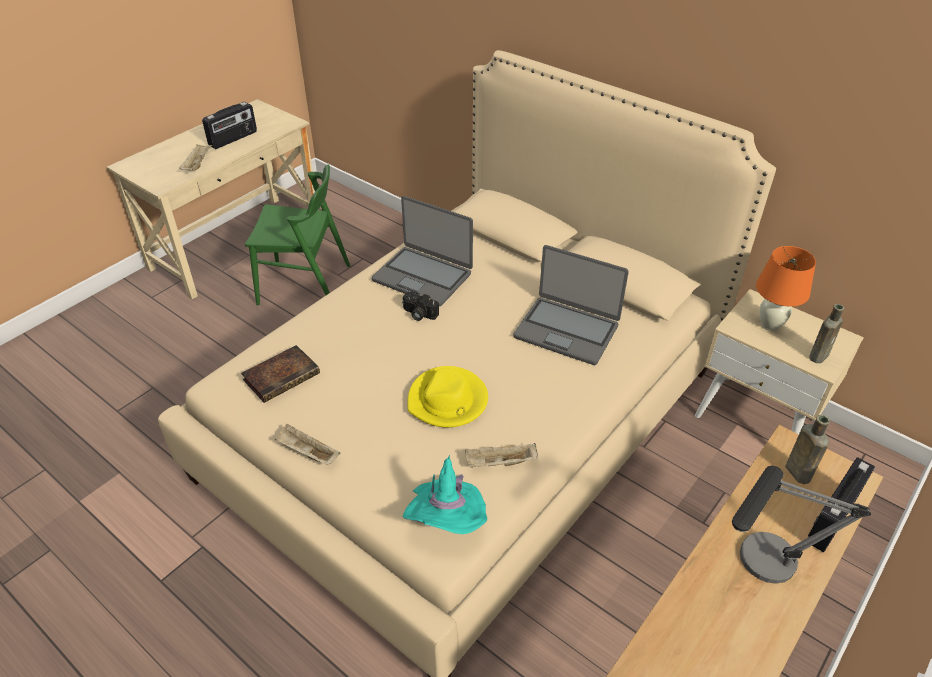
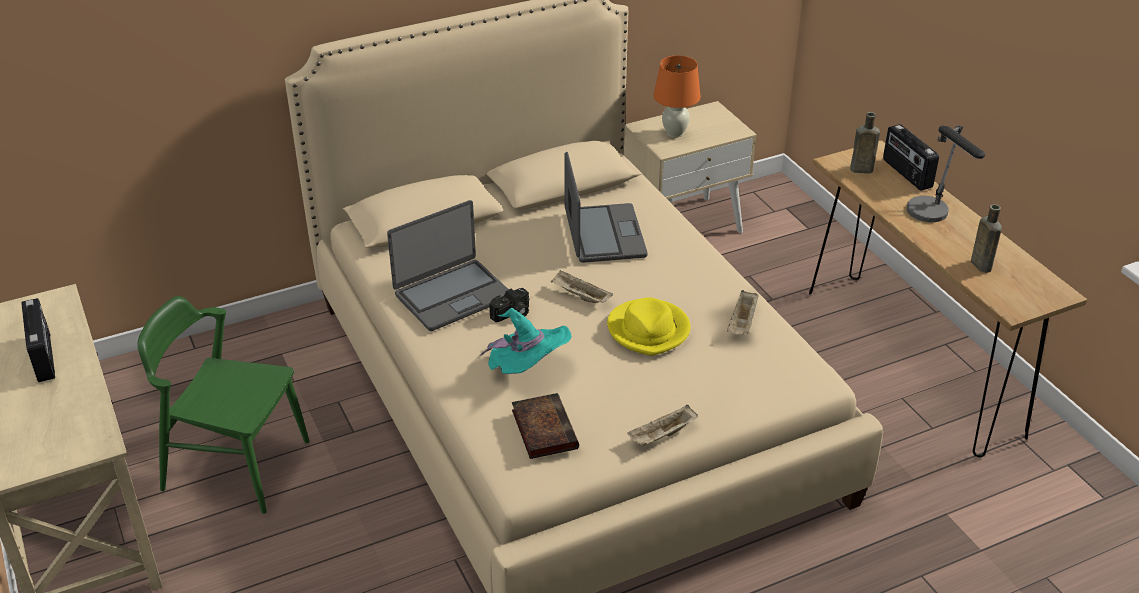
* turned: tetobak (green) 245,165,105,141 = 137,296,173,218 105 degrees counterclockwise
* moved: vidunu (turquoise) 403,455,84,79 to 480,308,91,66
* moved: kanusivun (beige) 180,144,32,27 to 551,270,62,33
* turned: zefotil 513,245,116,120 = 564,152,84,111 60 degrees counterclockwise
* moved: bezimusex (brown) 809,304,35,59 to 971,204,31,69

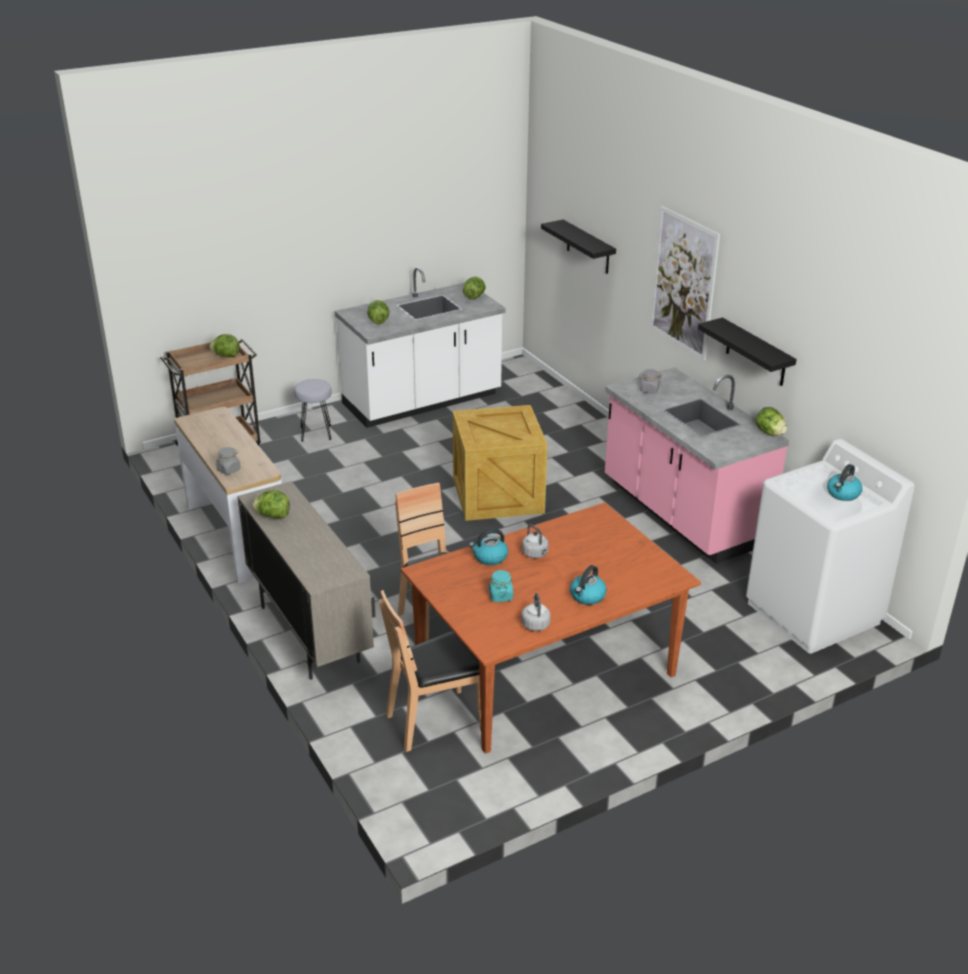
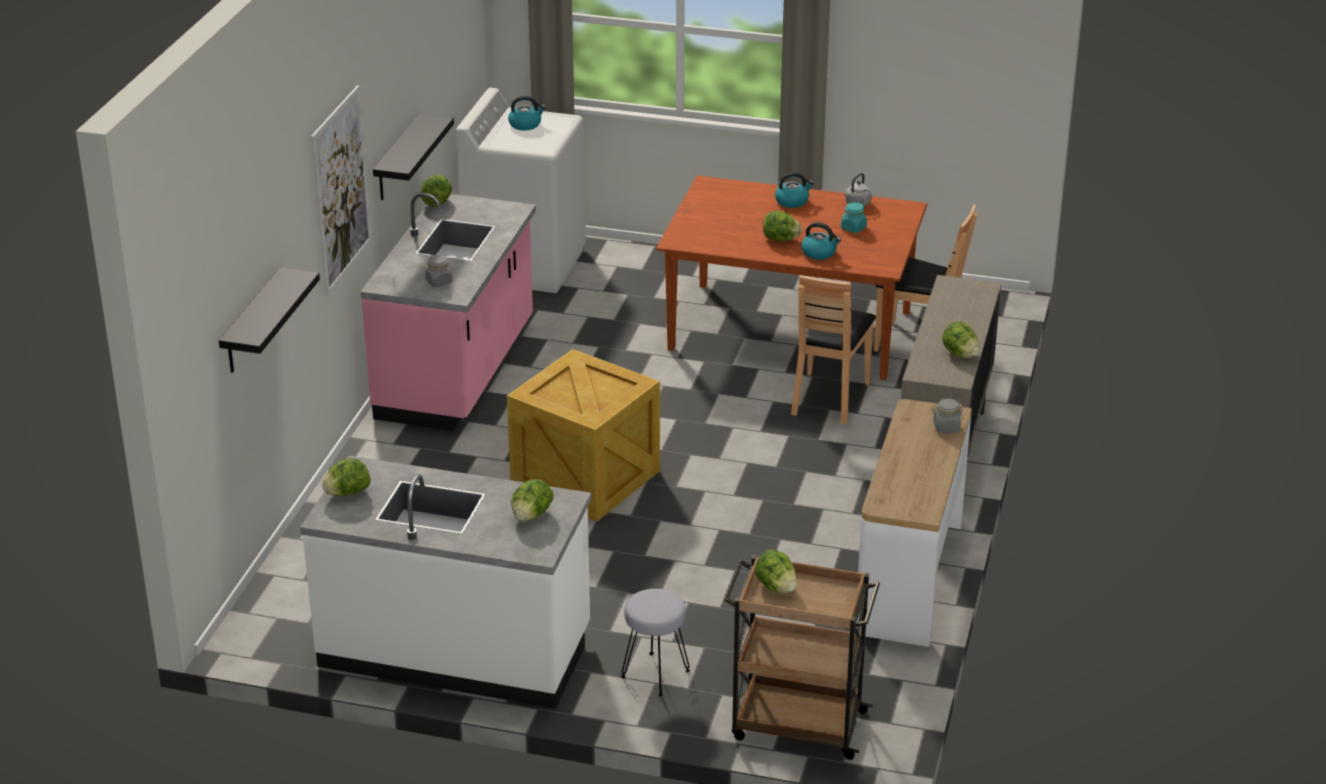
* replaced: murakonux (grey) 522,524,27,34 to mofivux 763,211,39,30

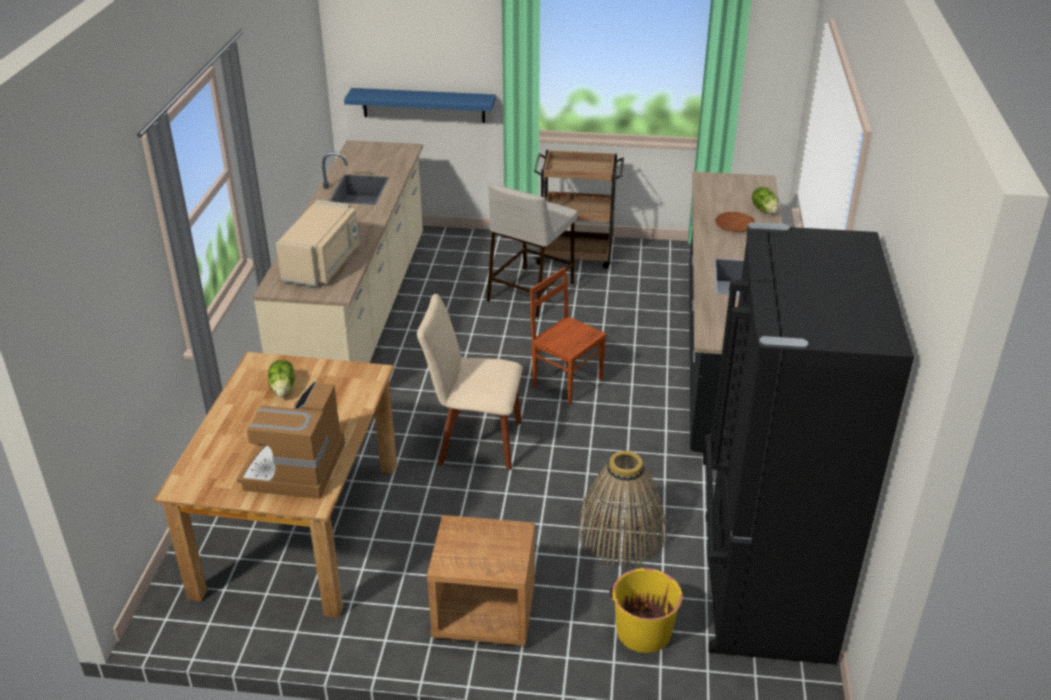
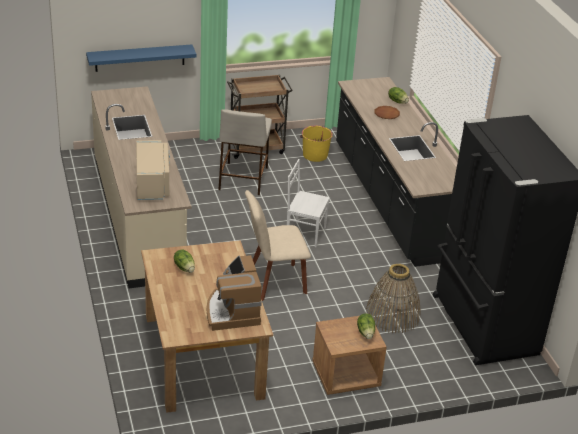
* recoloured: tetobak (brown) 530,267,77,137 to tetobak (white) 287,159,43,88
* moved: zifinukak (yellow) 609,568,75,85 to 300,126,33,36
* added: mofivux 357,314,18,25

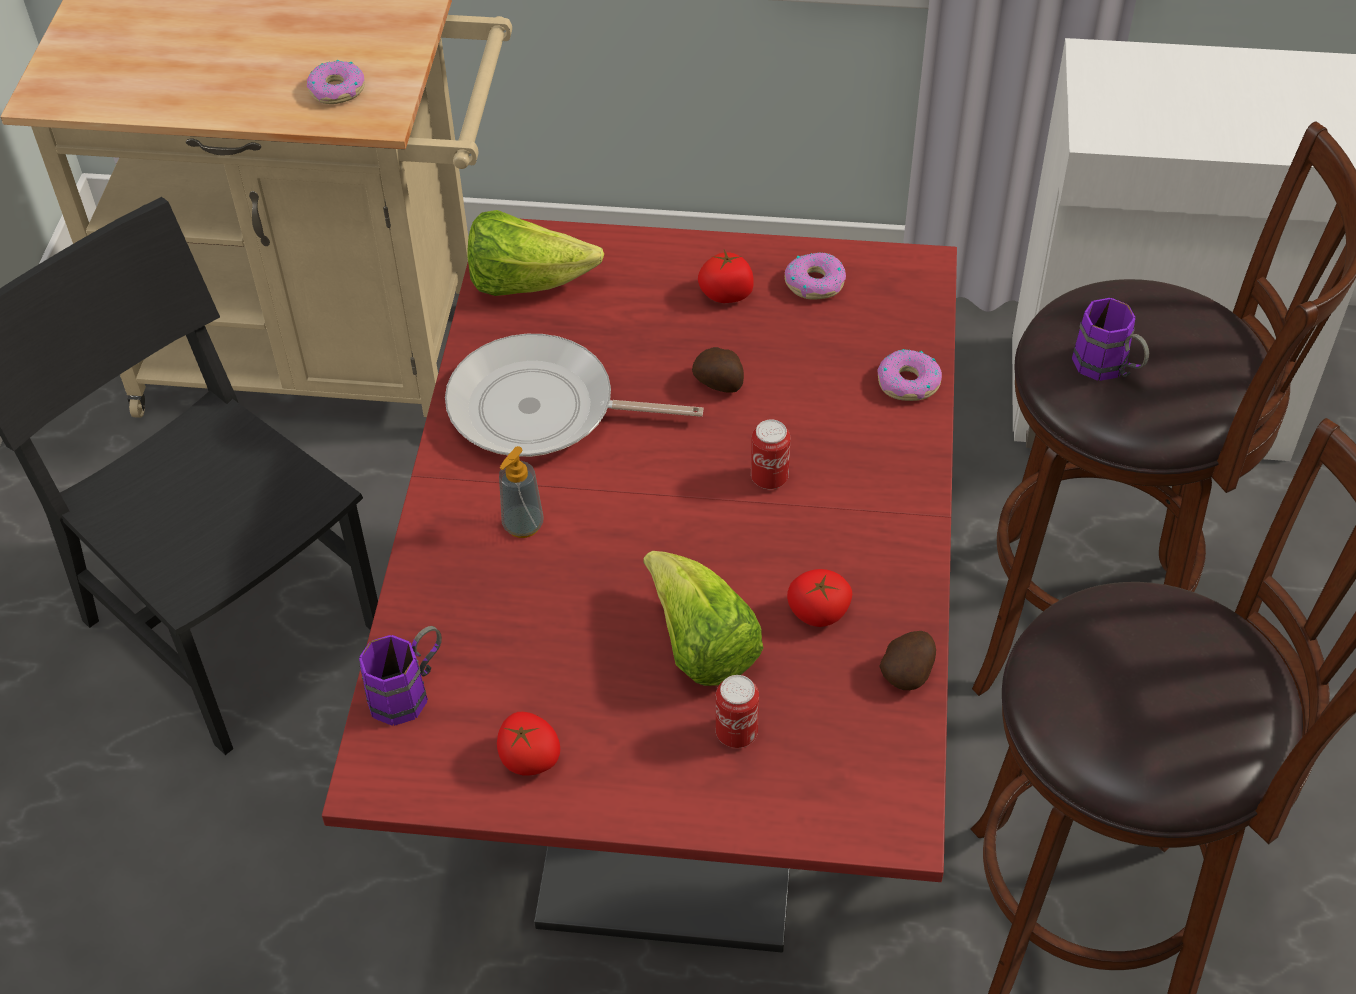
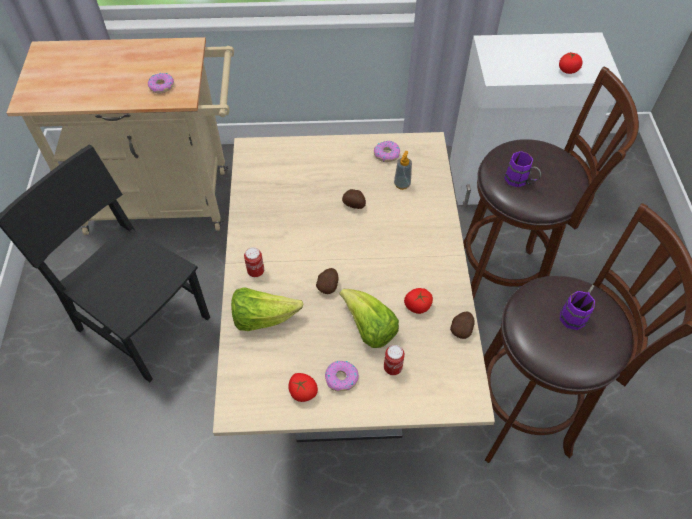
* recoloured: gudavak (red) 322,219,635,733 to gudavak (beige) 213,132,282,310
* moved: mofivux 468,210,136,86 to 231,287,72,44
* moved: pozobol 751,419,39,70 to 244,247,20,30
* added: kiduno 316,268,22,26
* moved: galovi 877,349,65,52 to 325,361,34,30
* moved: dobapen 499,446,44,92 to 394,151,18,39
* moved: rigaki 698,250,56,53 to 559,51,23,23
* moved: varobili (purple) 359,626,83,100 to 560,285,35,45
* removed: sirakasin 445,334,258,123

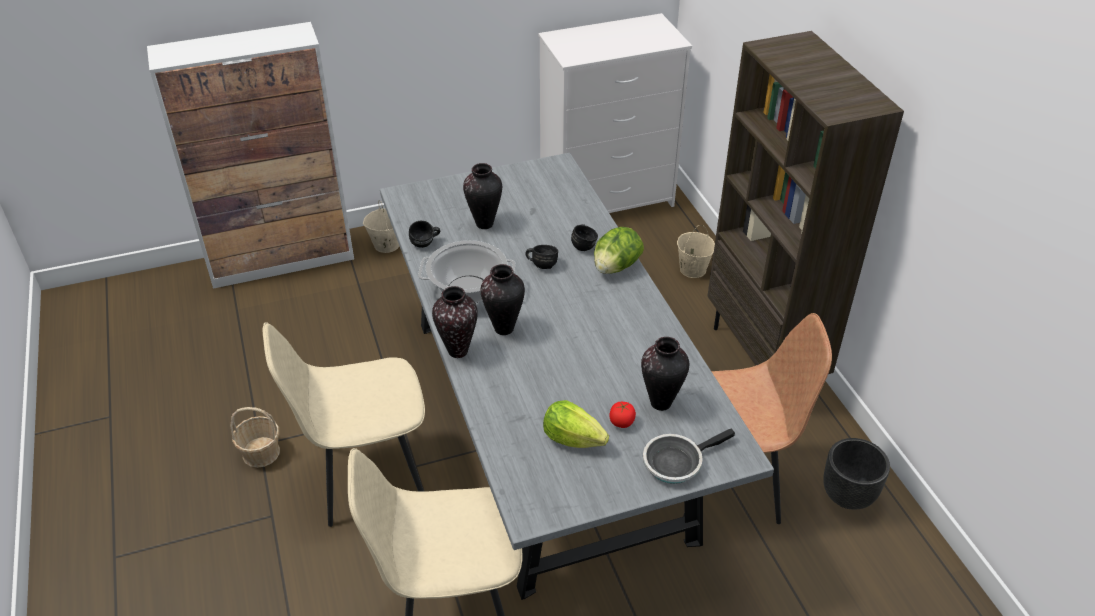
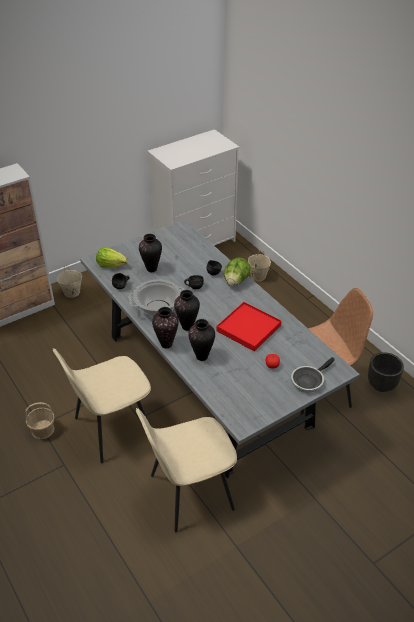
* moved: mofivux 543,400,66,48 to 96,247,32,21
* moved: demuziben 641,337,48,74 to 188,319,27,42
* added: kanusivun (red) 216,302,65,50
* removed: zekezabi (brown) 708,31,196,343

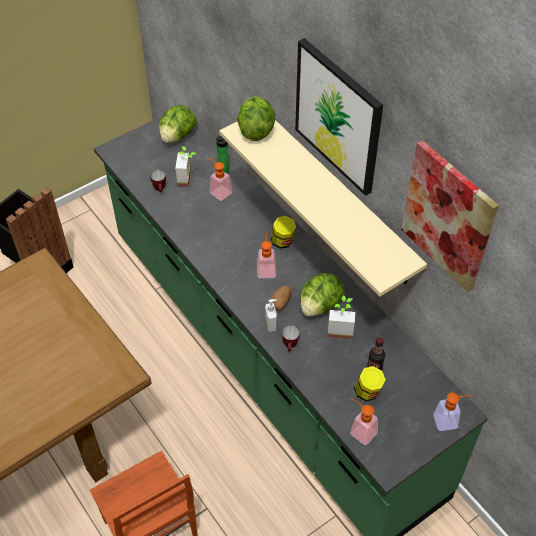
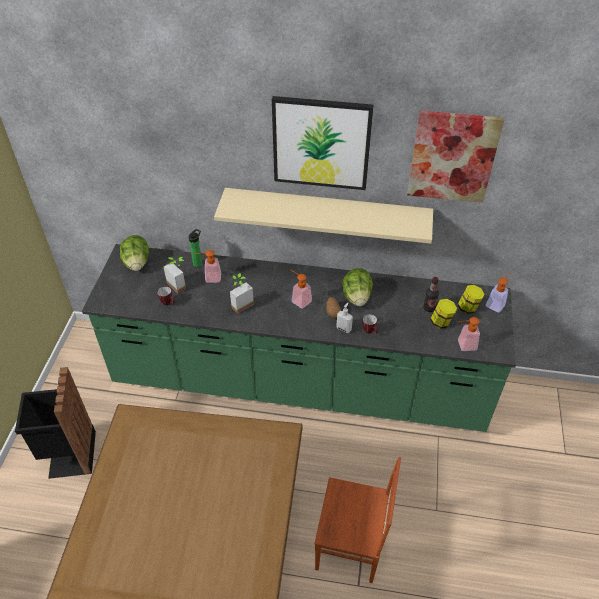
* moved: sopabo 327,296,28,43 to 230,273,24,41
* moved: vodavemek 270,216,26,33 to 457,285,27,29
* removed: mofivux 237,97,38,44

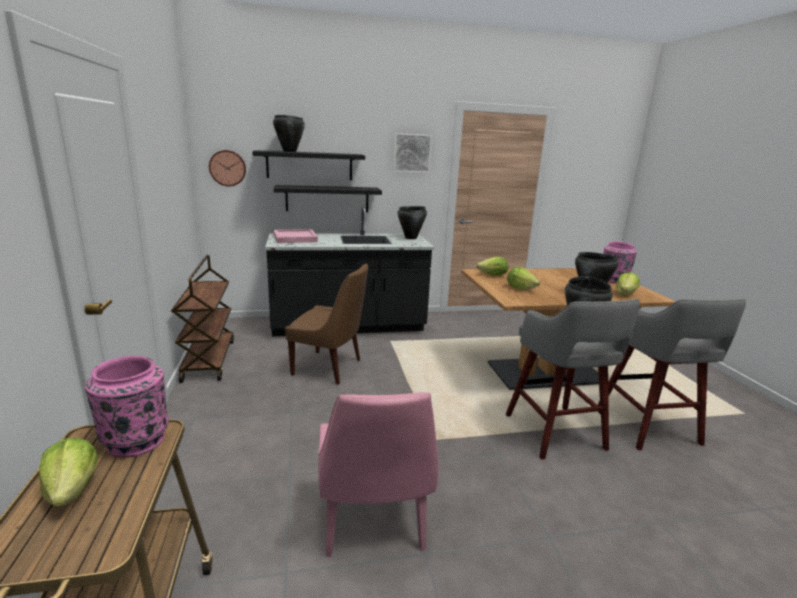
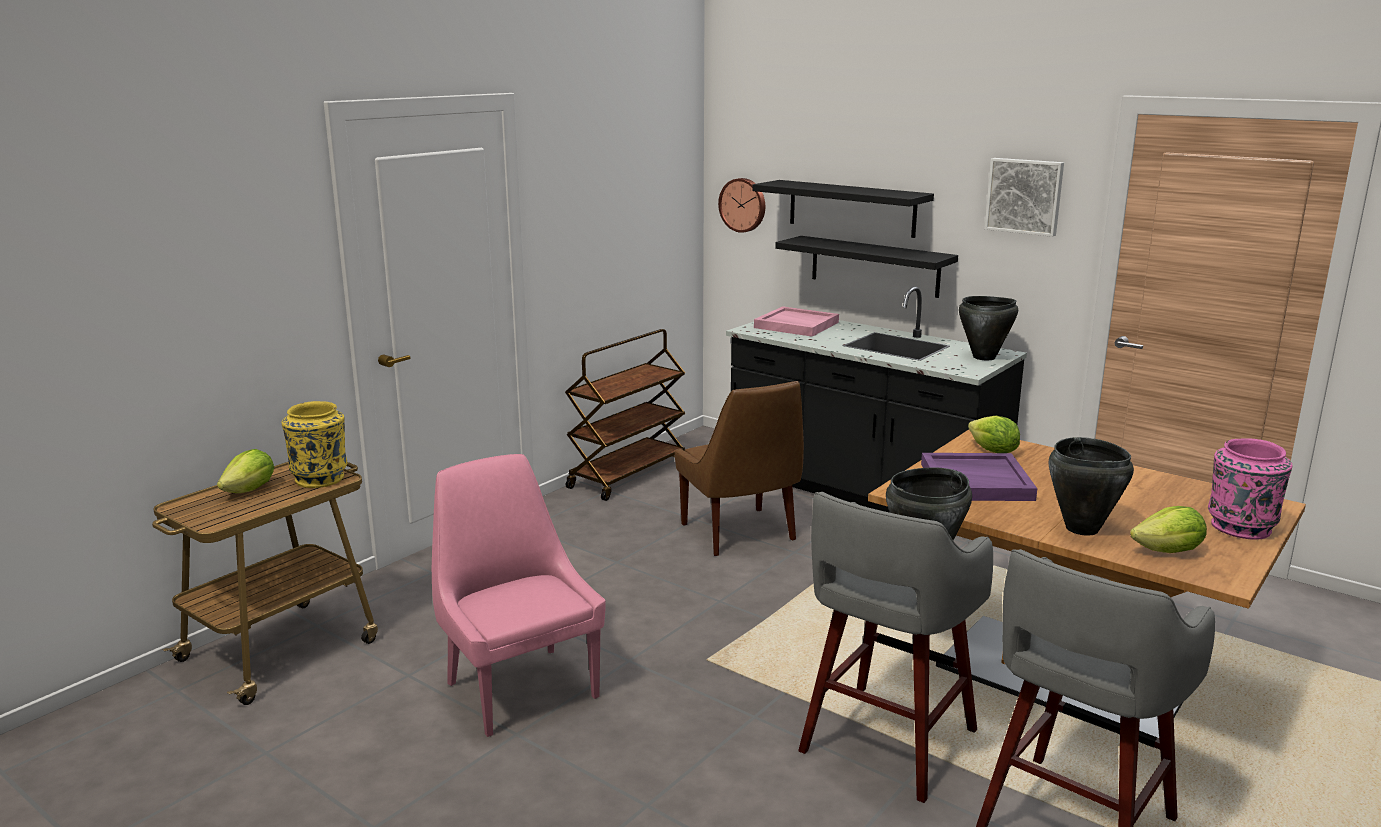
* recoloured: demuziben (pink) 85,356,84,102 to demuziben (yellow) 282,401,66,87
* turned: tetobak (pink) 318,392,121,165 = 432,454,174,283 105 degrees clockwise
* replaced: mofivux 507,267,33,23 to kanusivun (purple) 921,453,116,48
* removed: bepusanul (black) 273,115,32,37

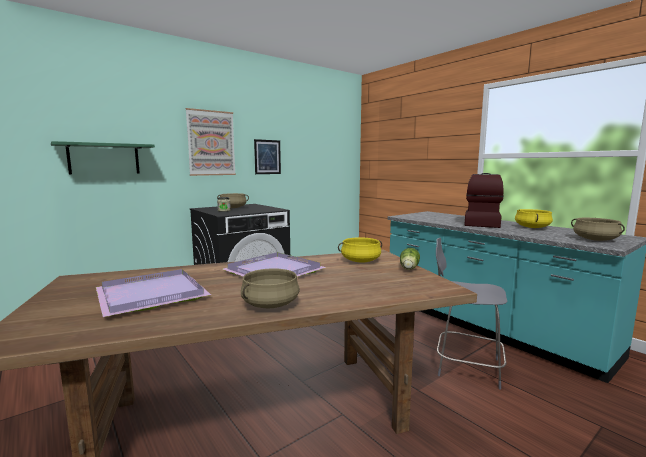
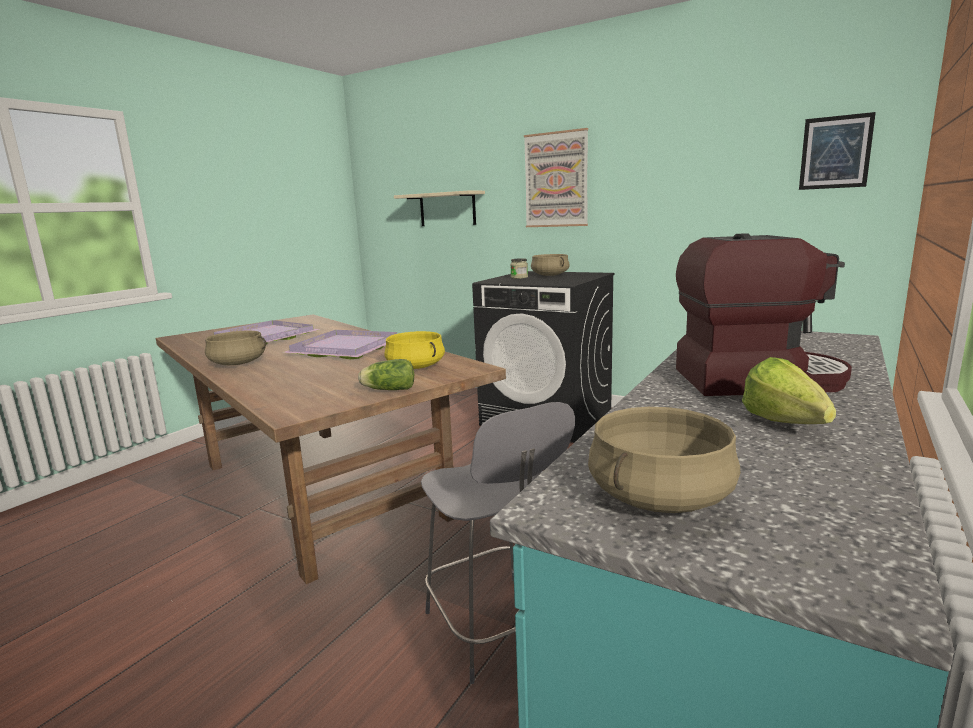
* recoloured: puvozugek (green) 51,141,104,33 to puvozugek (beige) 394,190,91,36
* turned: tetobak (grey) 436,238,72,151 = 421,402,154,282 150 degrees clockwise
* replaced: bepusanul (yellow) 515,209,38,19 to mofivux 742,357,94,67
* moved: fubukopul 254,139,27,35 to 799,112,77,78

